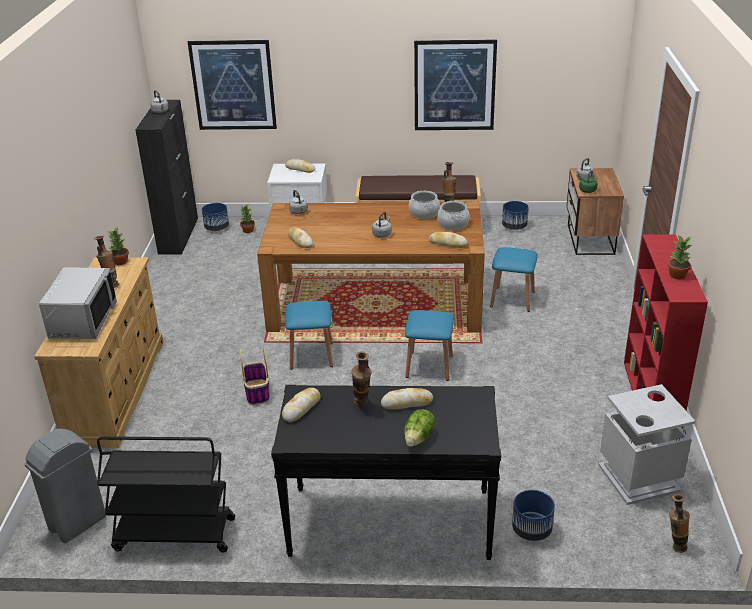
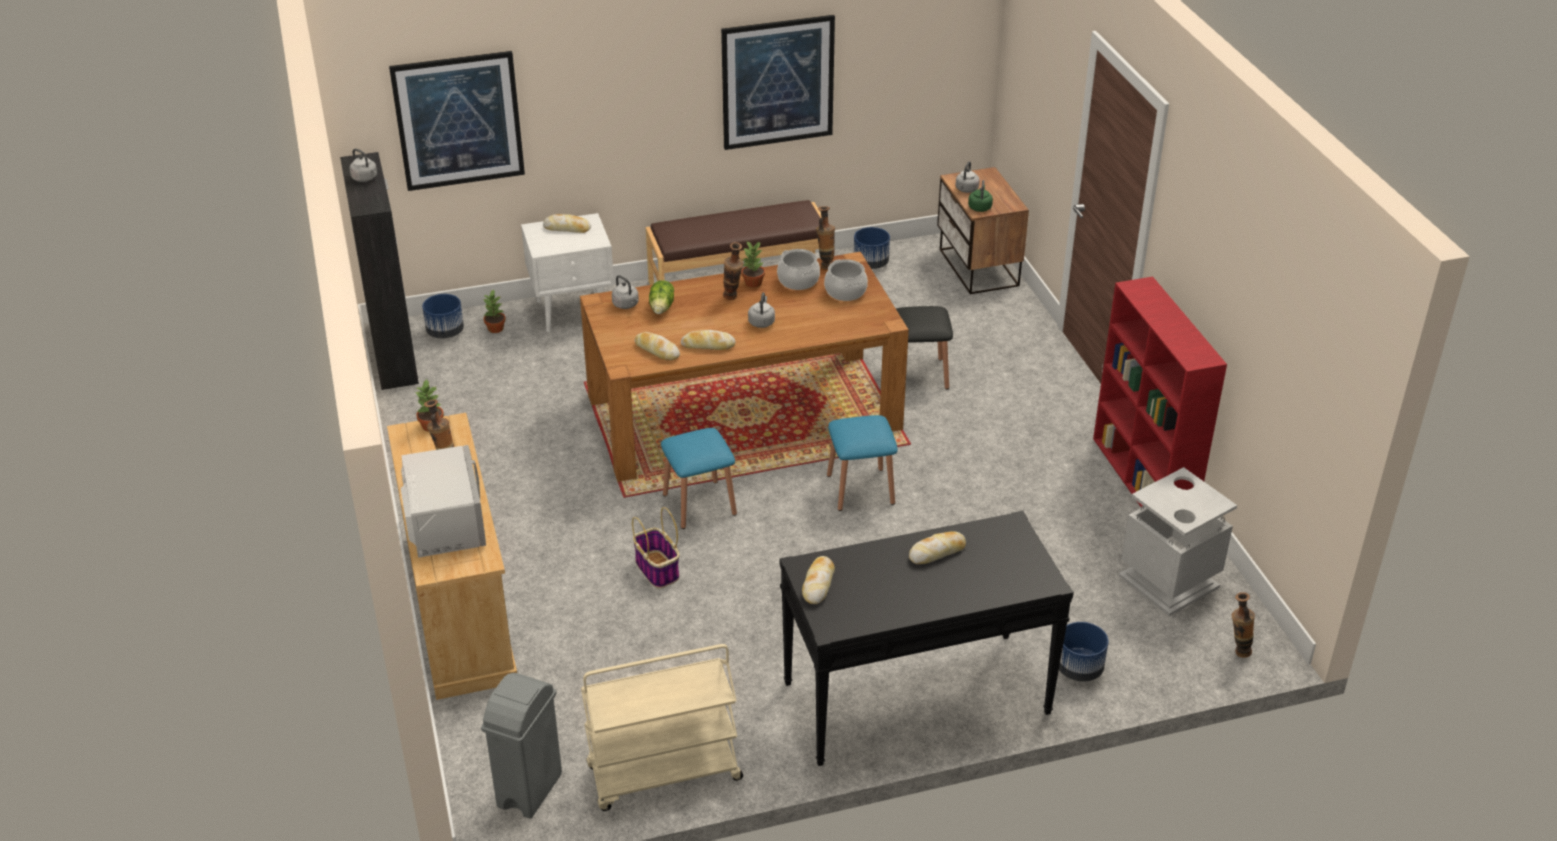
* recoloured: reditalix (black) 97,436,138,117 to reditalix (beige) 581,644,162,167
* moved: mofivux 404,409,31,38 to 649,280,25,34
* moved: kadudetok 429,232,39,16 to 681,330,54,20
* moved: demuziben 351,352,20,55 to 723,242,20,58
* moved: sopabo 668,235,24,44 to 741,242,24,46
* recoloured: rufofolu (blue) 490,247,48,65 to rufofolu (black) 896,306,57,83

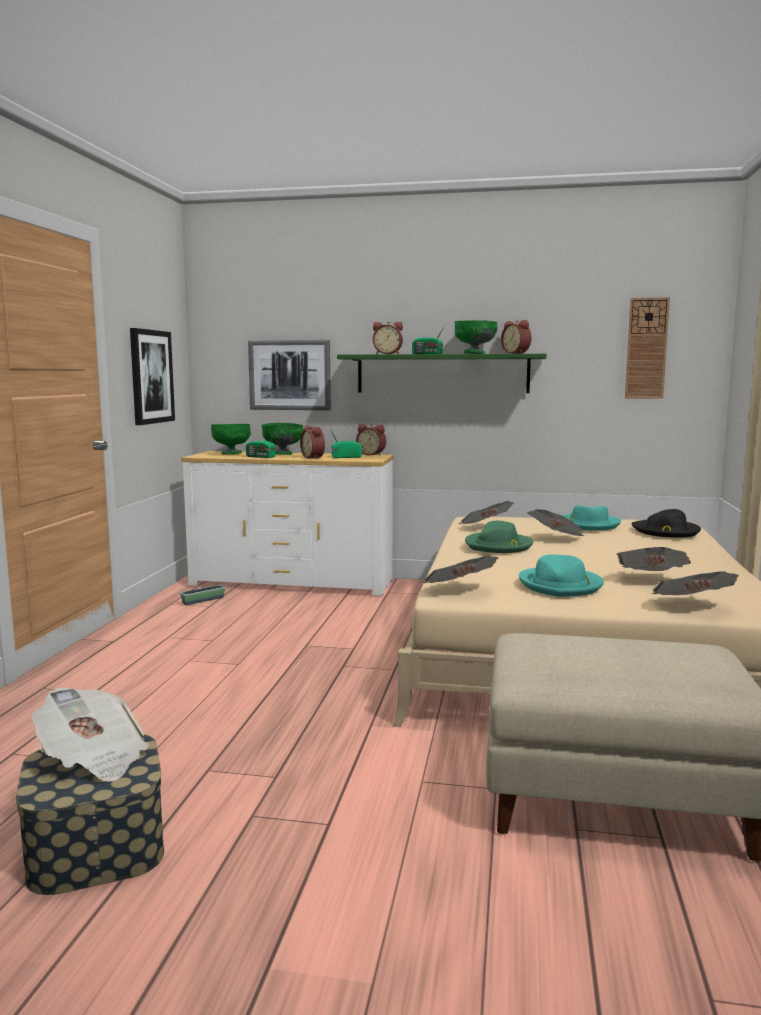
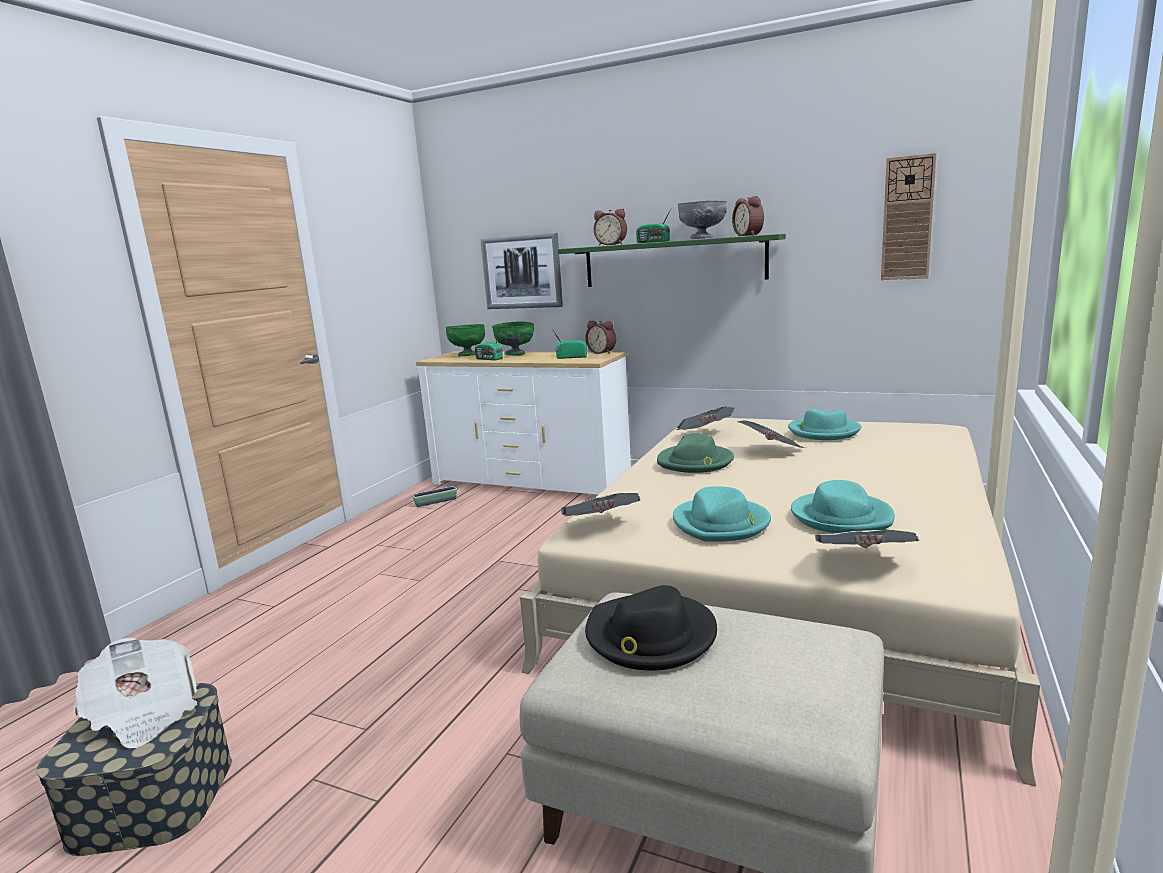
* moved: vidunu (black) 632,509,69,29 to 585,585,132,86
* recoloured: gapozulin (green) 455,320,42,34 to gapozulin (grey) 678,201,49,38
* replaced: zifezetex 617,547,74,24 to vidunu (turquoise) 791,480,104,53
* removed: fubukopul 130,328,45,97
* removed: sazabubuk 300,426,25,33

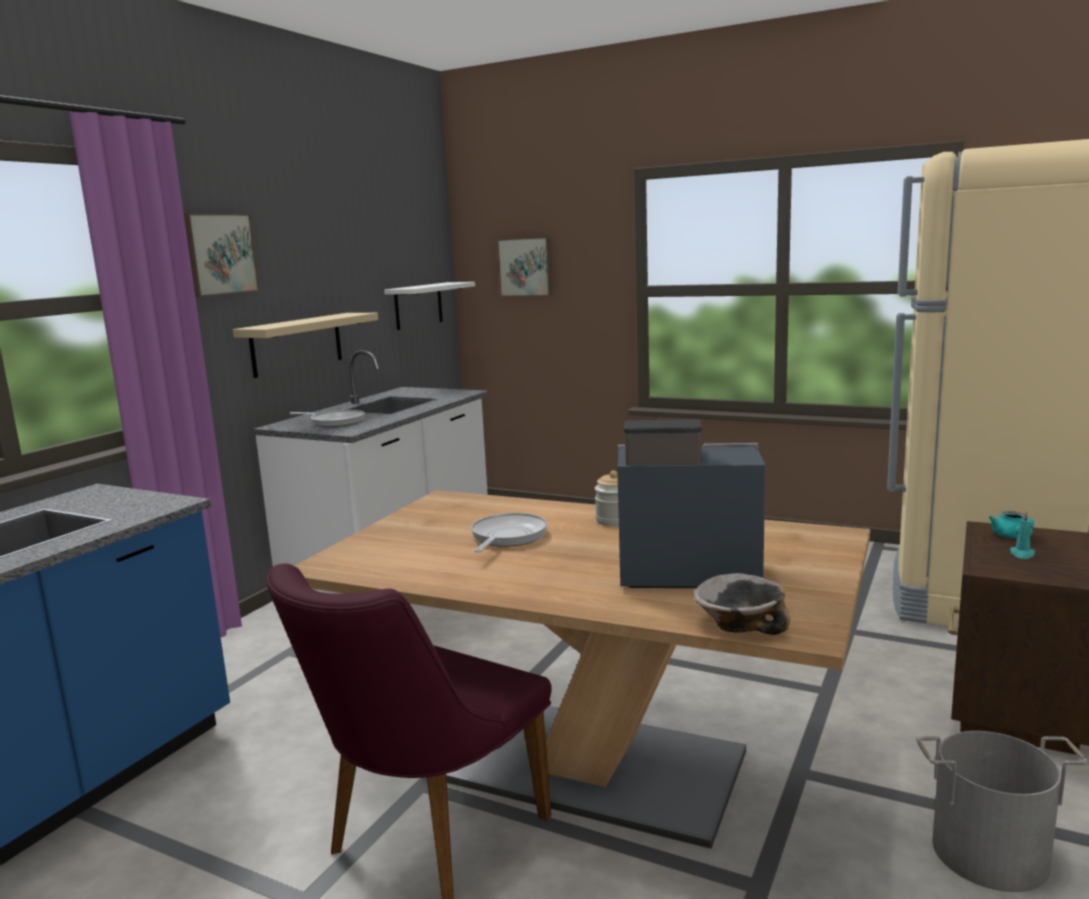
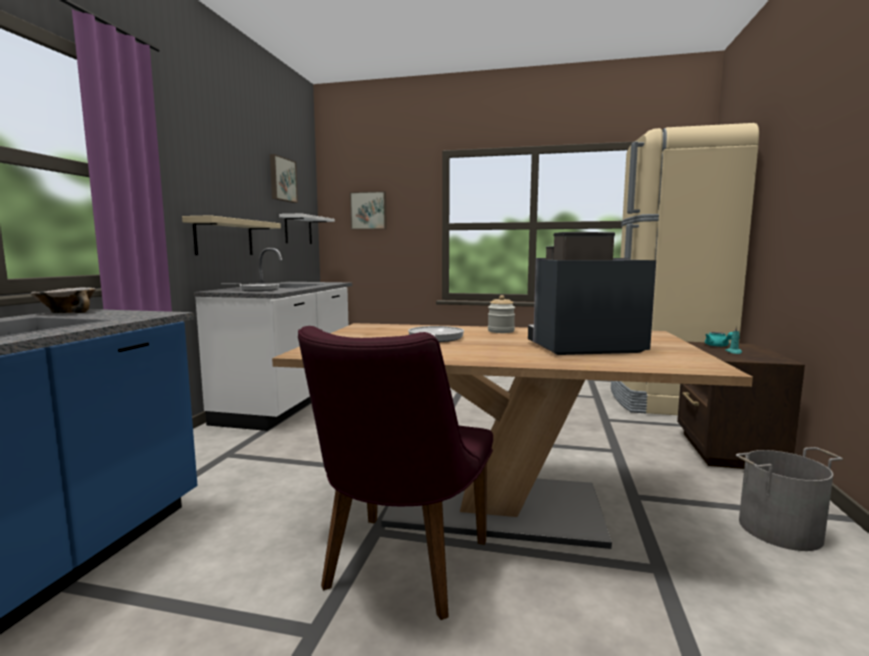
* moved: gapozulin 694,573,96,62 to 31,287,65,26
* moved: fubukopul 184,213,76,84 to 270,154,28,49

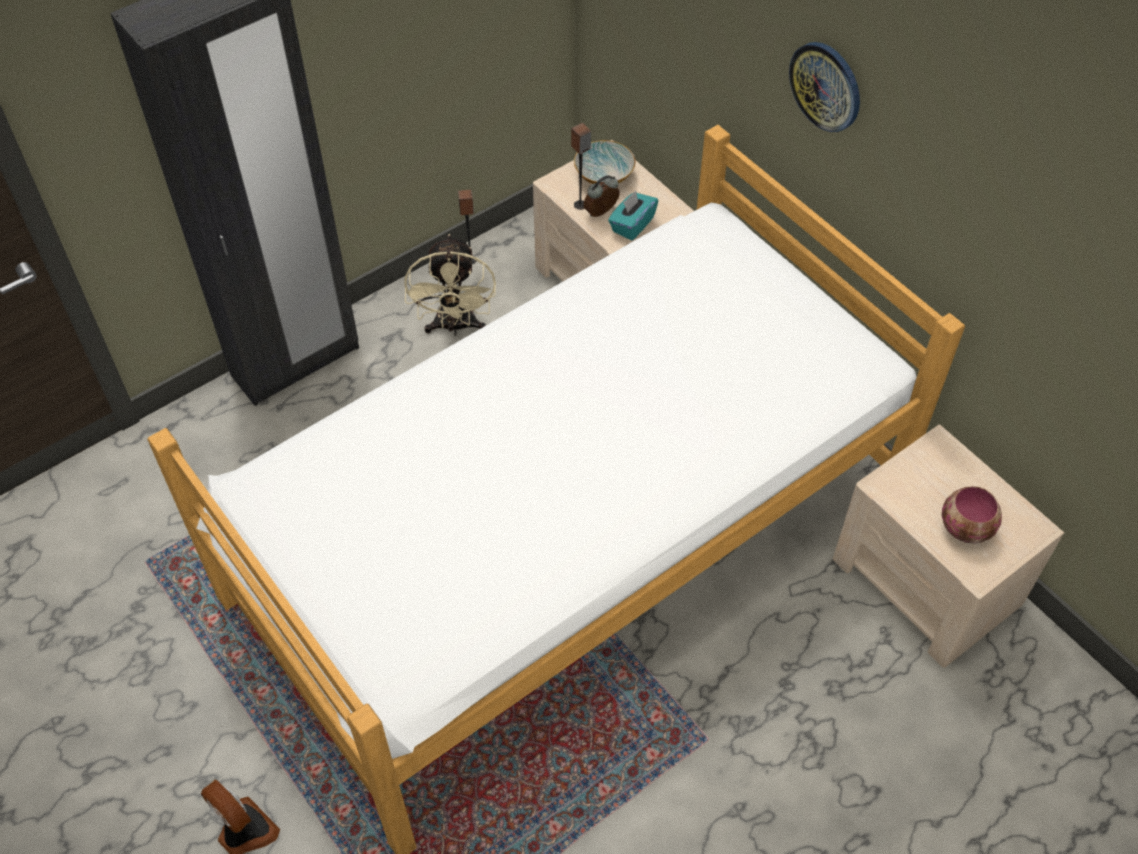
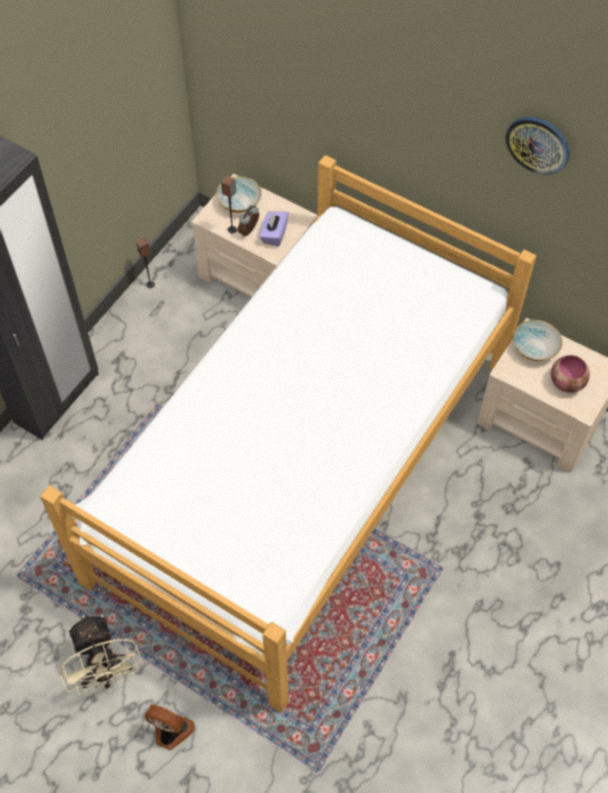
* moved: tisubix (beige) 404,234,92,102 to 59,615,82,80
* recoloured: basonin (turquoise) 608,191,50,50 to basonin (purple) 260,211,29,35
* moved: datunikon 789,42,71,90 to 505,117,65,58
* added: gapozulin 513,320,49,41

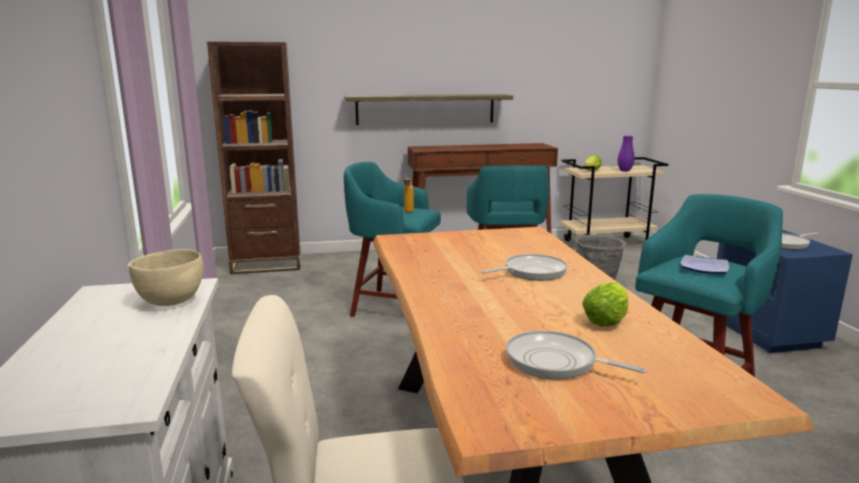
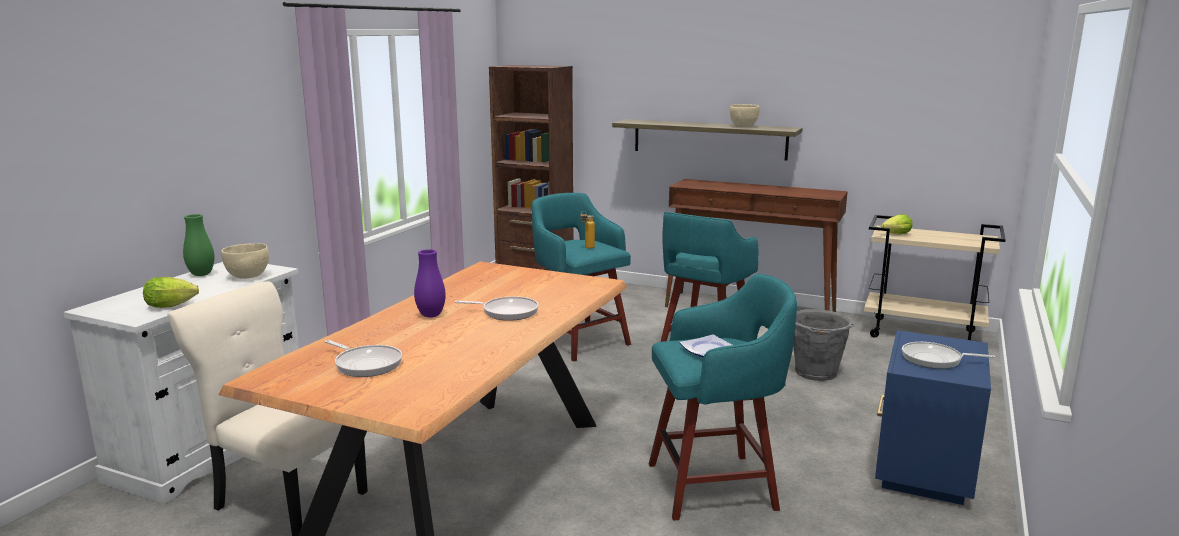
* moved: mofivux 582,283,46,44 to 143,277,56,31
* added: demuziben (green) 183,214,32,62
* turned: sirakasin 506,331,141,49 = 324,340,78,37 150 degrees clockwise
* moved: demuziben (purple) 618,136,17,36 to 414,249,32,69
* added: gapozulin (beige) 730,104,29,23

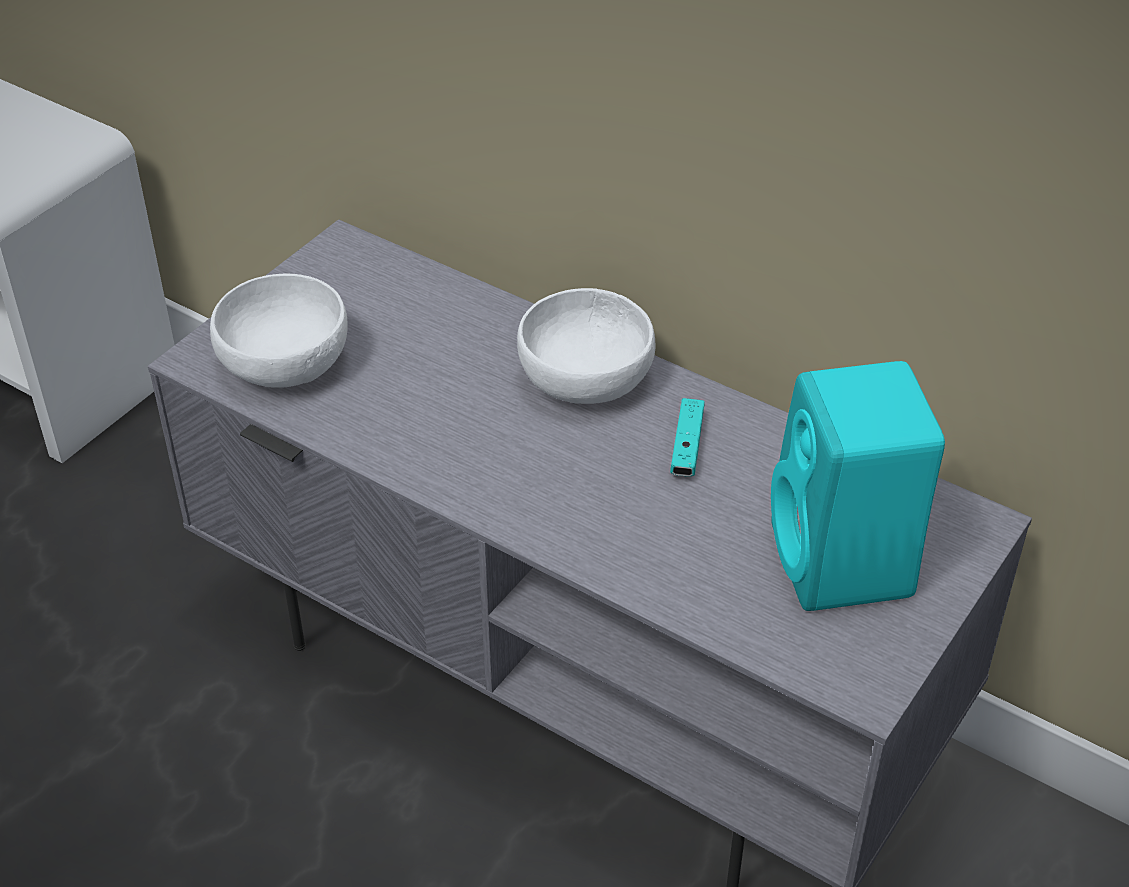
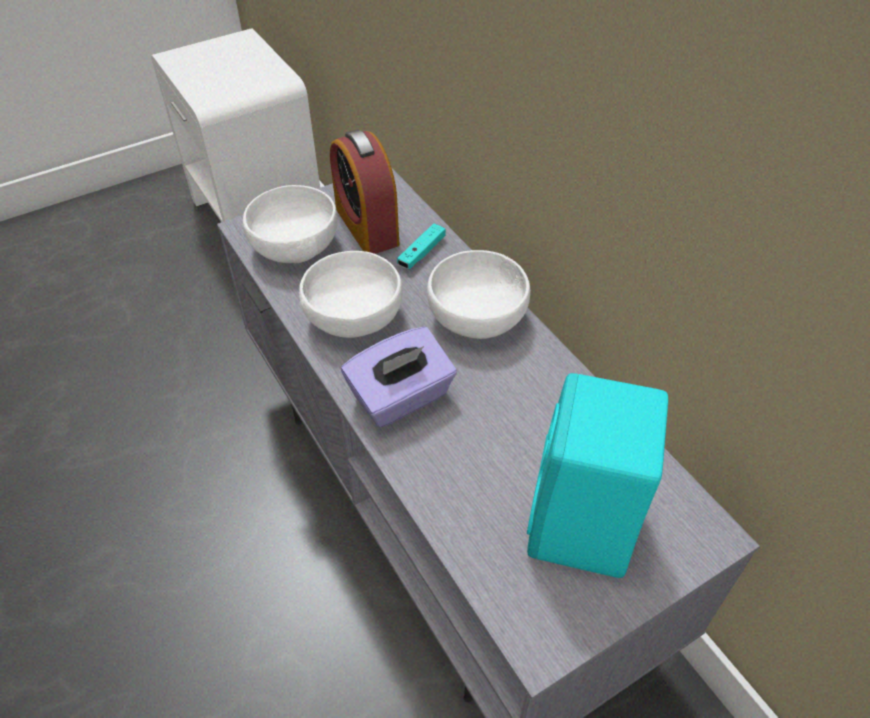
* added: gapozulin (white) 299,251,103,87
* added: sazabubuk 330,129,69,125
* added: basonin (purple) 341,327,116,101
* moved: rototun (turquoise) 670,398,35,78 to 397,224,49,45

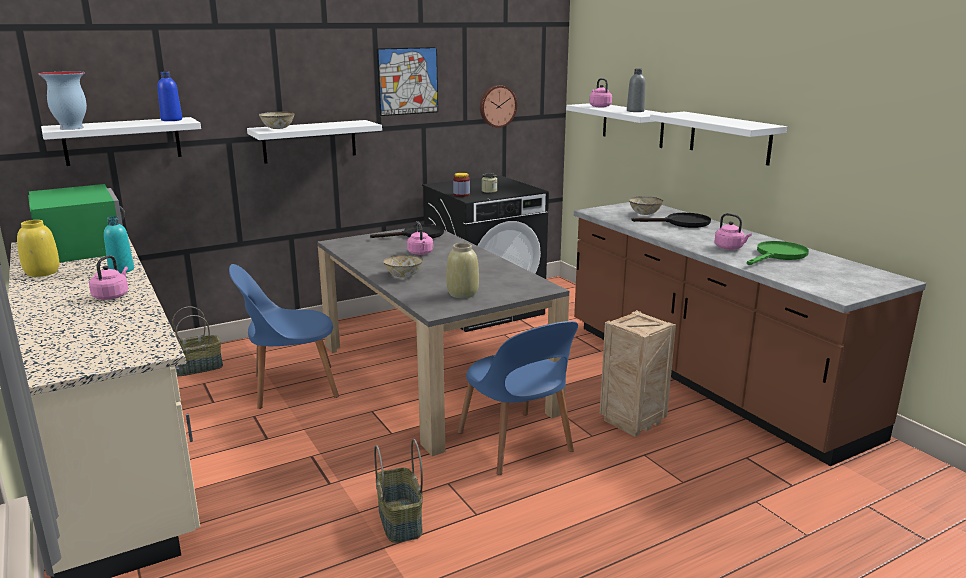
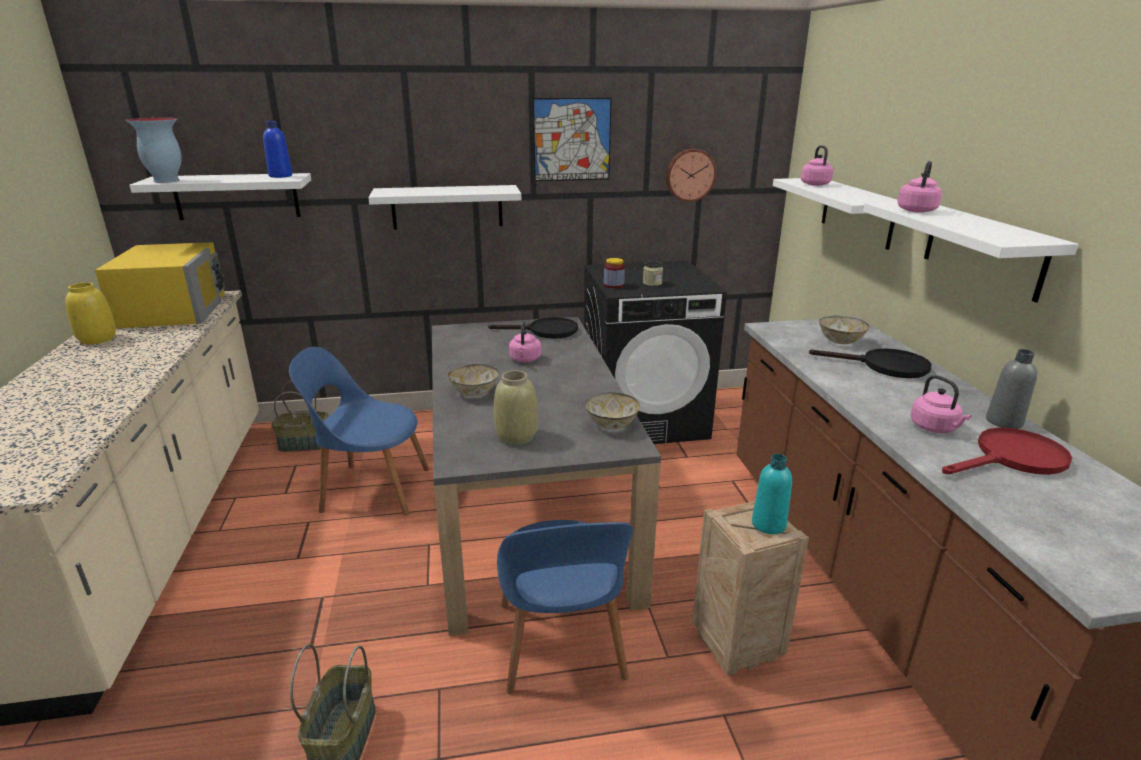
* recoloured: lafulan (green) 28,184,97,79 to lafulan (yellow) 95,242,130,86
* moved: gapozulin 259,112,35,17 to 585,392,55,38
* moved: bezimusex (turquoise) 104,216,30,57 to 752,454,40,80
* moved: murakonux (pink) 89,255,39,45 to 897,161,45,52
* recoloured: sirakasin (green) 747,241,62,24 to sirakasin (red) 942,427,130,48
* moved: bezimusex (grey) 627,69,19,43 to 986,349,51,80

